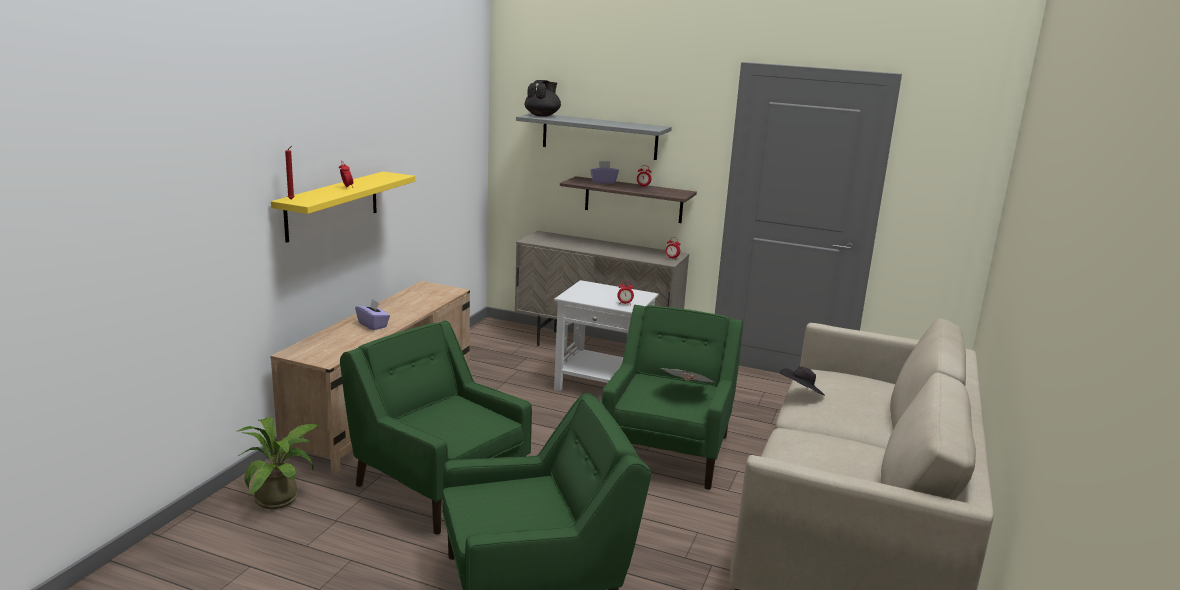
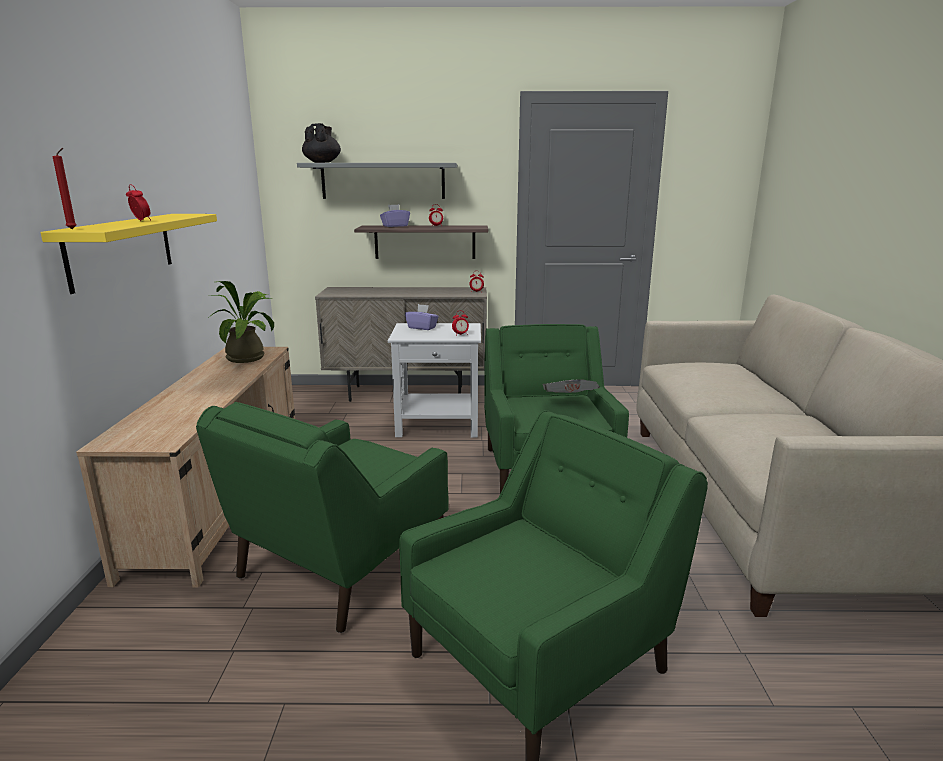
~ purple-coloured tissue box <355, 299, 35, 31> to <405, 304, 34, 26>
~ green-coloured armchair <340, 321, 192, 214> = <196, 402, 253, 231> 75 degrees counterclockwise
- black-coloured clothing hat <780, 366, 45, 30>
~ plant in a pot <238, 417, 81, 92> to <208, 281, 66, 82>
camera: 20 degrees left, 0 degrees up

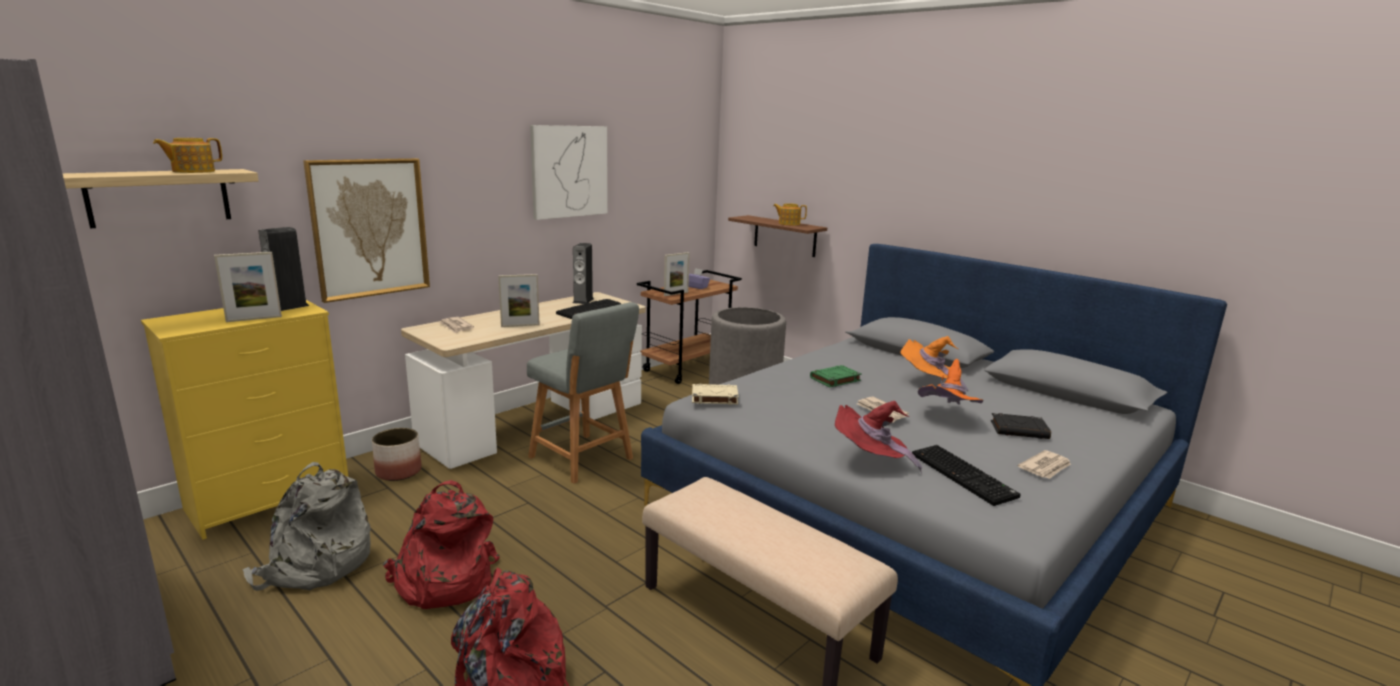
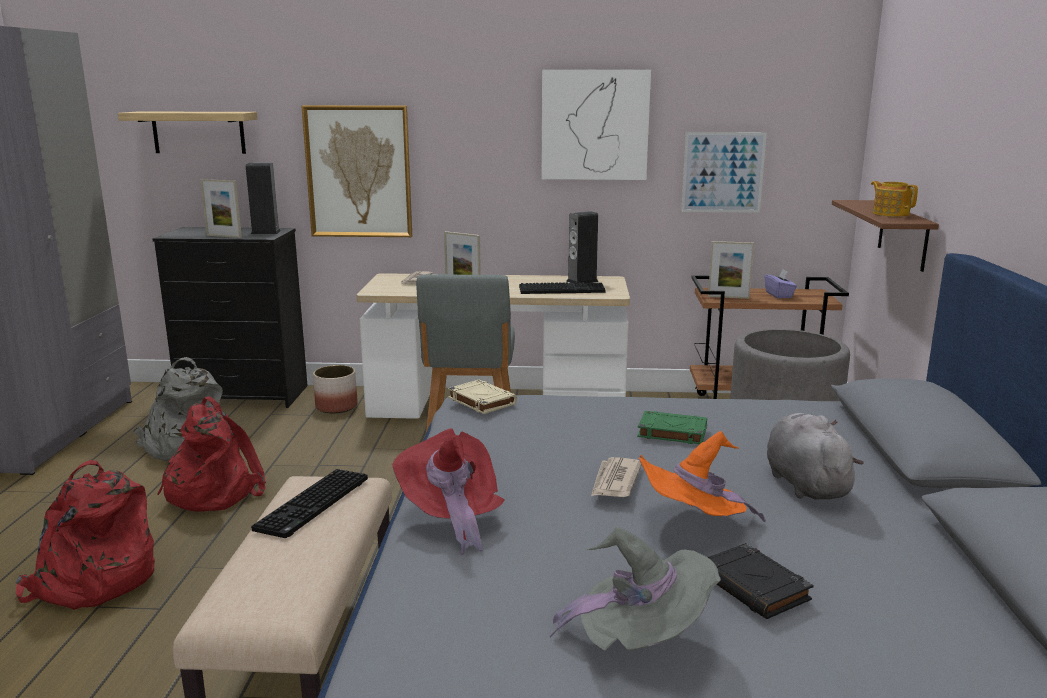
- teapot <153, 138, 69, 35>
~ yellowish chest of drawers <141, 300, 207, 240> to black-coloured chest of drawers <153, 227, 155, 181>
~ orangey clothing hat <900, 336, 68, 55> to grey plush toy <767, 413, 97, 87>
~ computer keyboard <912, 445, 108, 61> to <251, 469, 117, 69>
~ newspaper <1018, 450, 53, 29> to grey clothing hat <550, 527, 171, 124>
+ wall art <681, 132, 86, 81>
camera: 50 degrees right, 0 degrees up

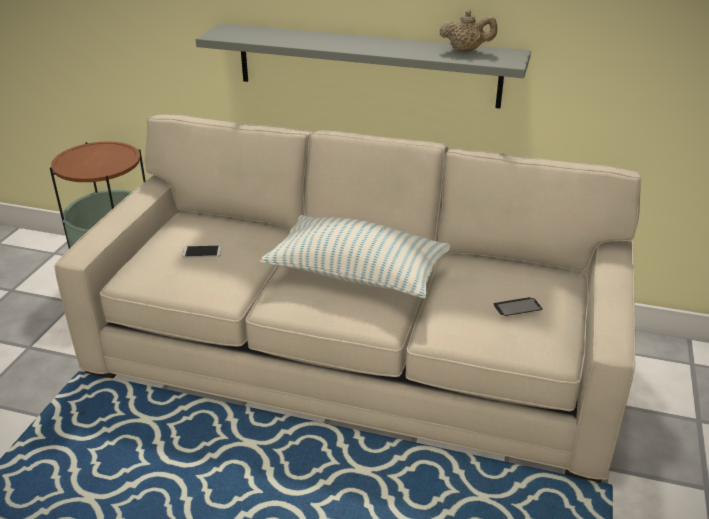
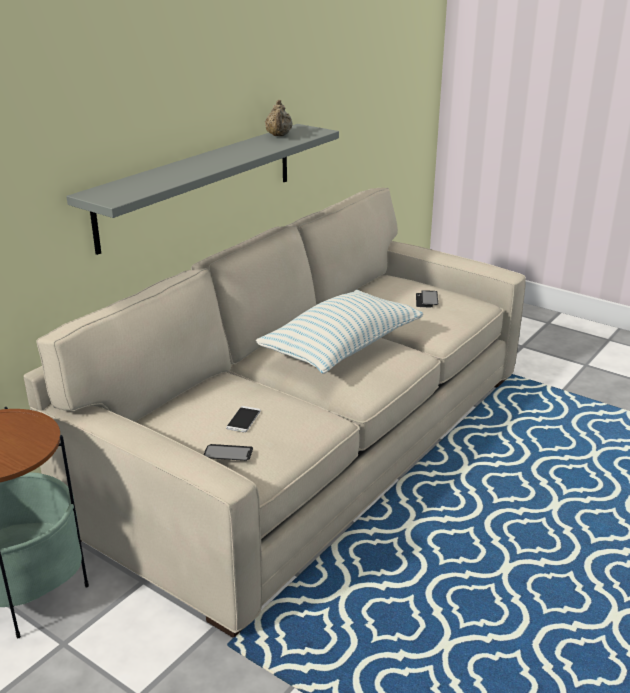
~ sand-coloured teapot <439, 10, 58, 42> = <265, 100, 28, 36> 150 degrees clockwise
+ phone <204, 444, 49, 17>
camera: 70 degrees left, 5 degrees down

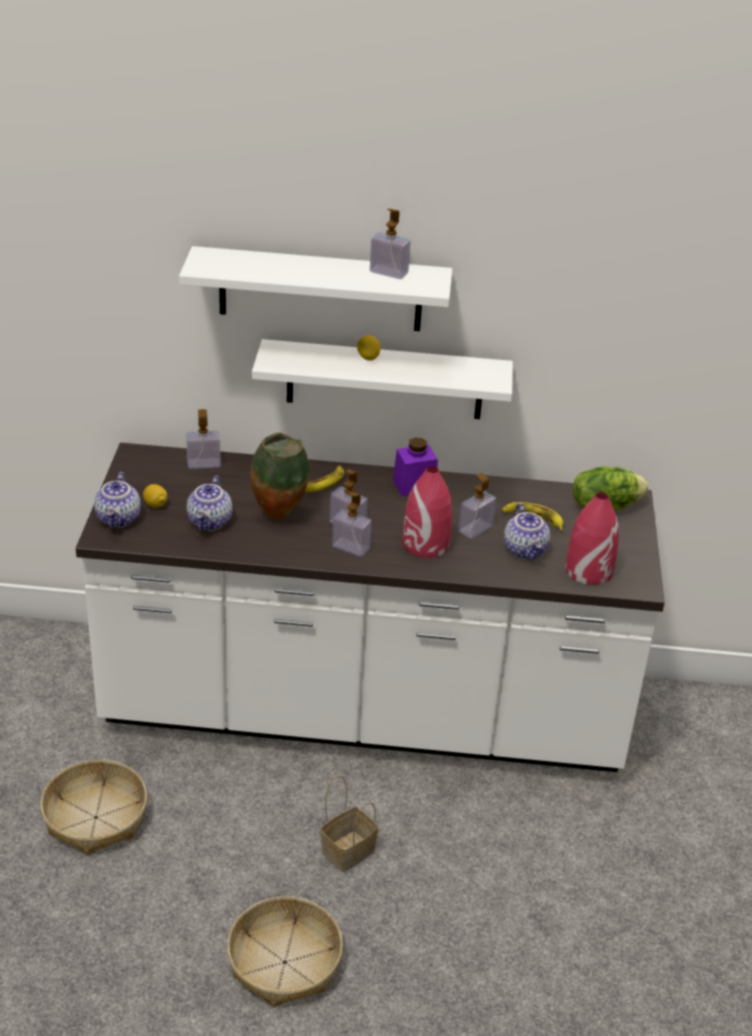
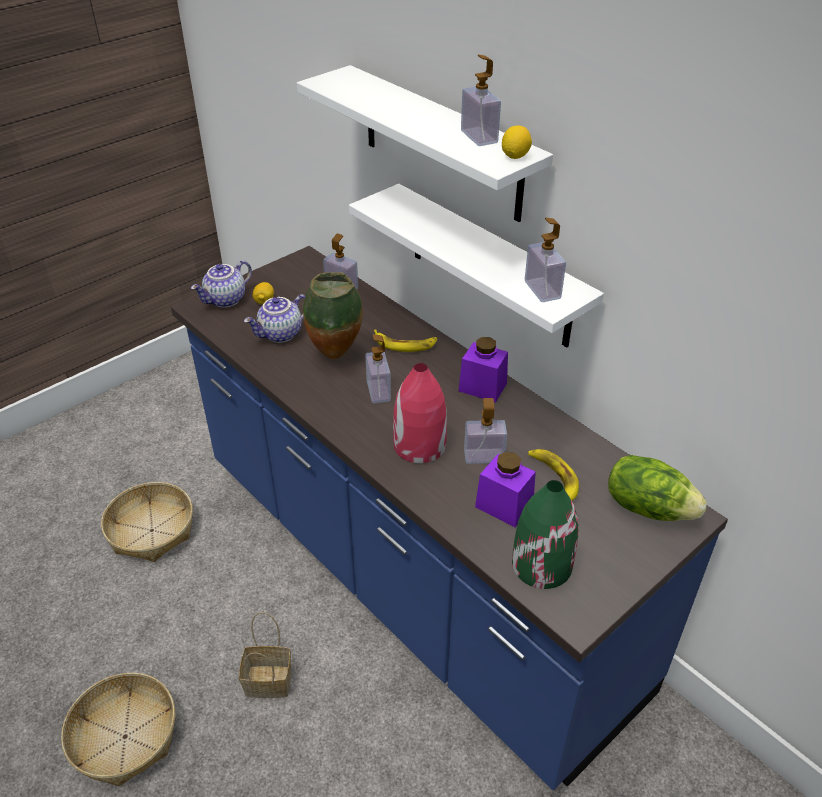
~ whole lemon <357, 335, 23, 26> to <502, 126, 30, 33>
~ white kitchen base unit <76, 443, 589, 329> to blue kitchen base unit <171, 246, 557, 544>
~ soap bottle <332, 492, 40, 65> to <525, 218, 41, 84>
~ reddish vase <565, 492, 54, 93> to green-coloured vase <512, 480, 67, 109>
~ teapot <504, 503, 46, 58> to purple-coloured preserve jar <475, 452, 61, 75>
camera: 45 degrees right, 5 degrees up

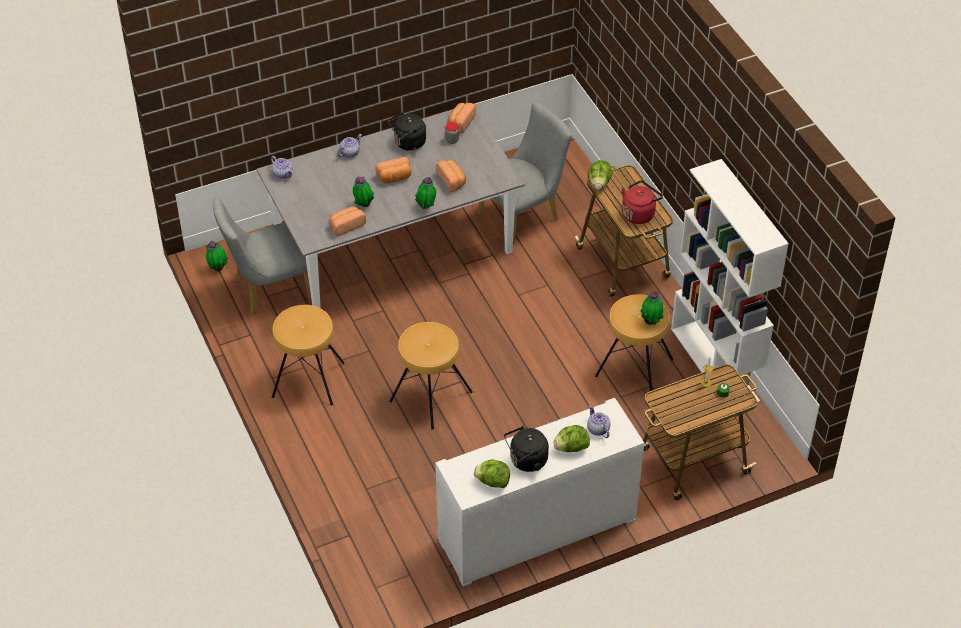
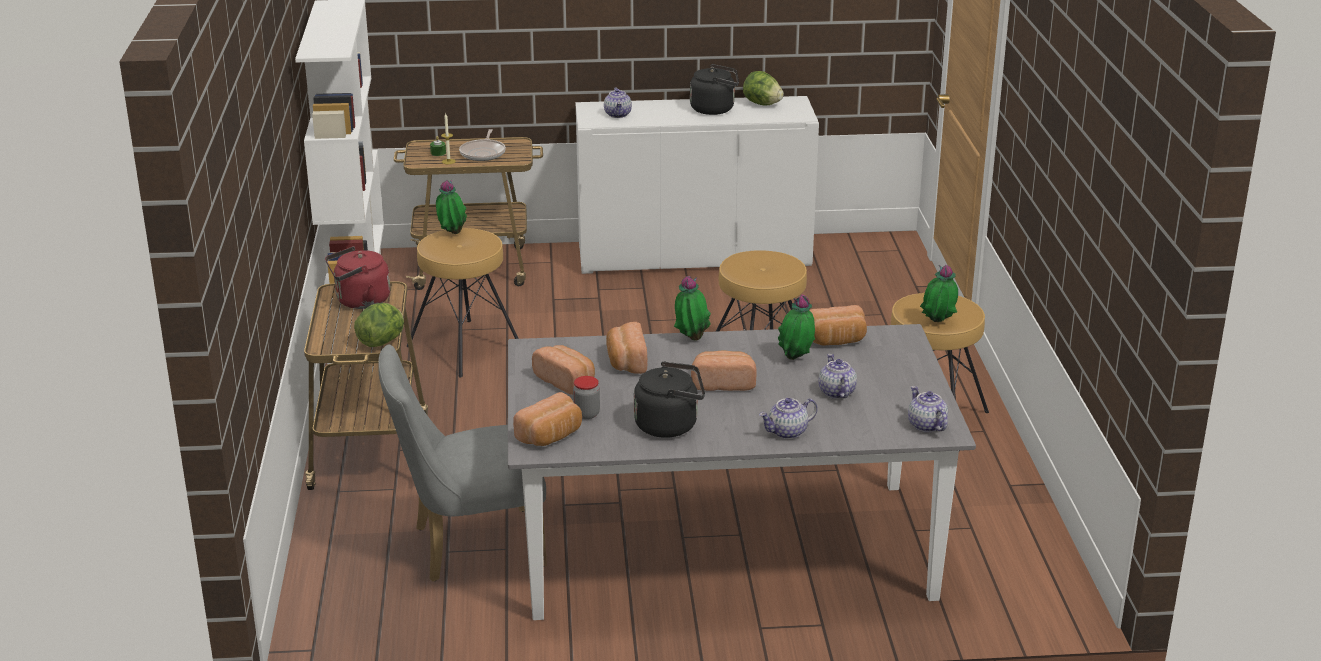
- grey chair <213, 196, 99, 119>
~ plant in a pot <206, 241, 22, 30> to <920, 265, 38, 57>
- lettuce <553, 425, 37, 27>
+ skillet <459, 129, 47, 32>
+ baked bread <532, 345, 63, 50>
+ teapot <818, 354, 39, 45>
camera: 160 degrees left, 20 degrees down

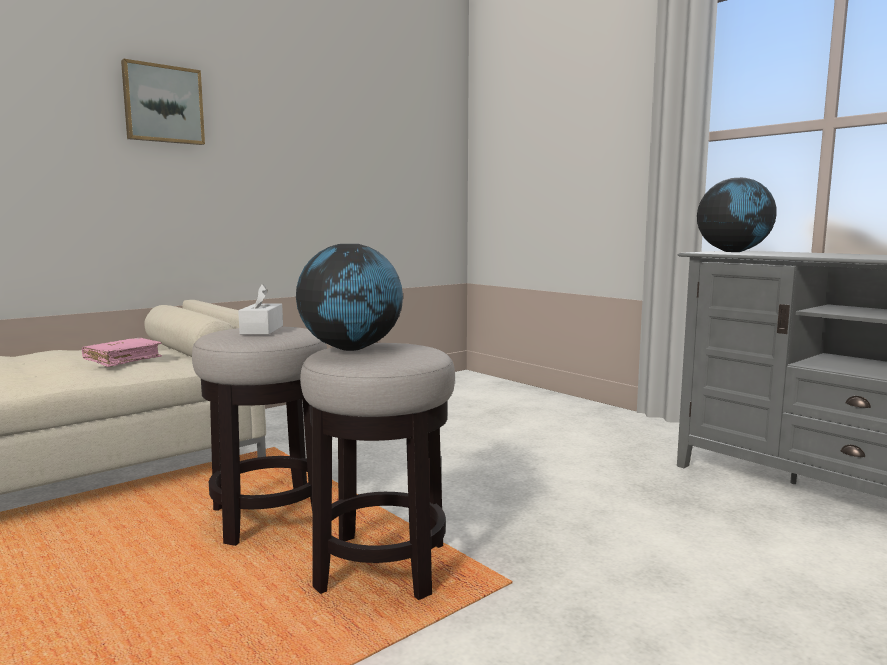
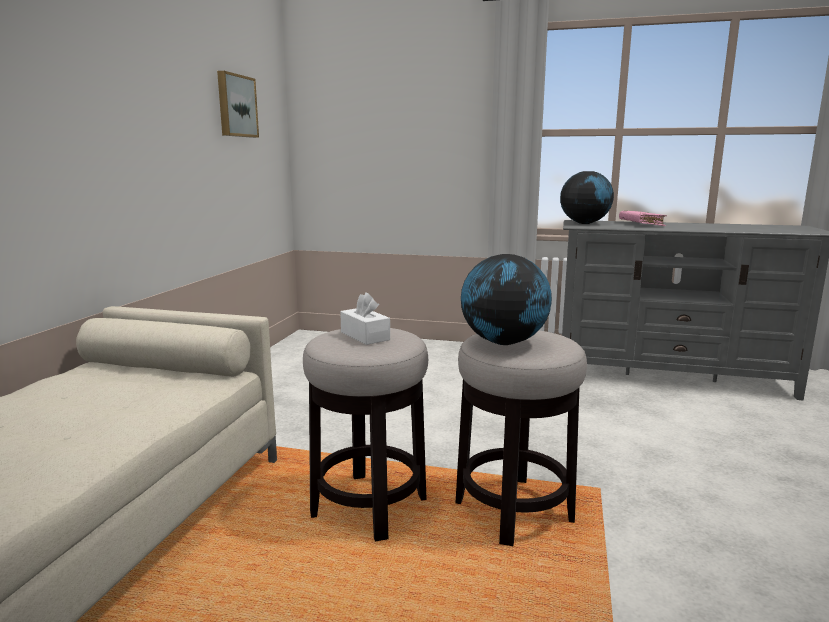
~ wall art <121, 59, 84, 86> to <217, 71, 42, 67>
~ pink-coloured volume <82, 337, 80, 30> to <619, 211, 48, 15>
camera: 35 degrees left, 5 degrees up

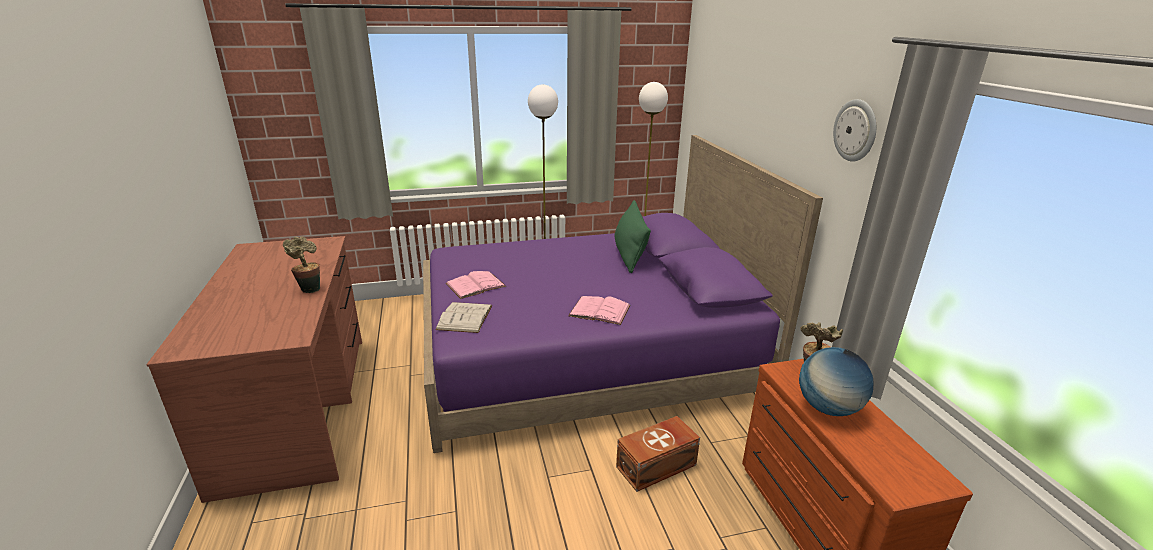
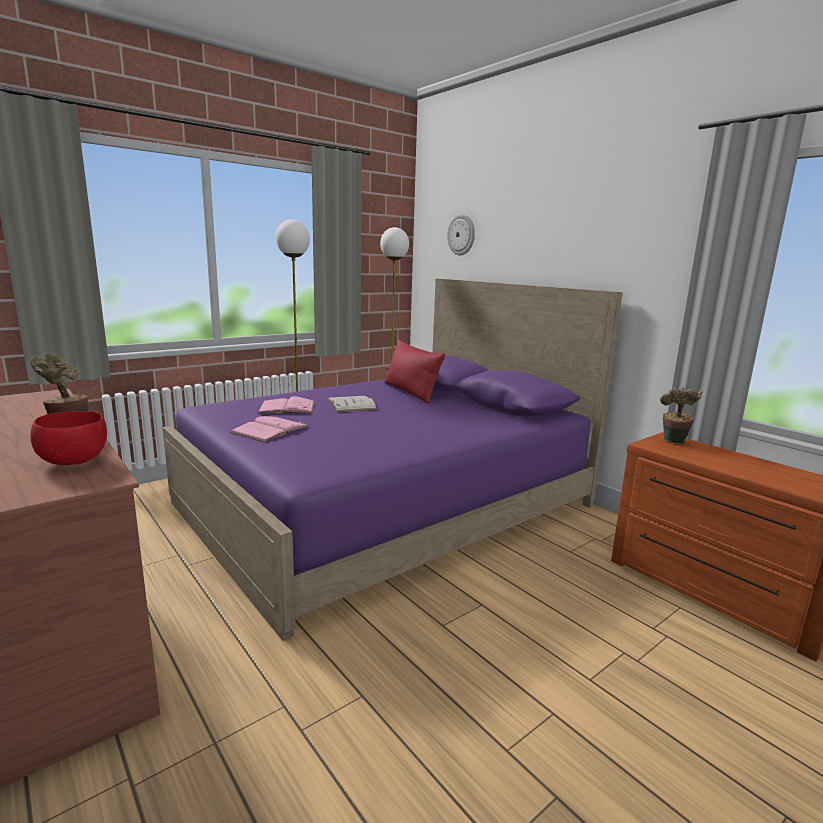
~ wall clock <833, 99, 43, 63> to <447, 214, 28, 41>
~ green-coloured pillow <615, 200, 36, 73> to reddish pillow <384, 340, 61, 64>
~ pink-coloured volume <568, 296, 62, 29> to <257, 396, 58, 18>
~ white volume <435, 302, 57, 31> to <327, 396, 51, 16>
- world globe <799, 347, 74, 69>
- brown storage bin <616, 416, 84, 76>
+ reddish deep dish <30, 411, 77, 54>
camera: 25 degrees left, 10 degrees down

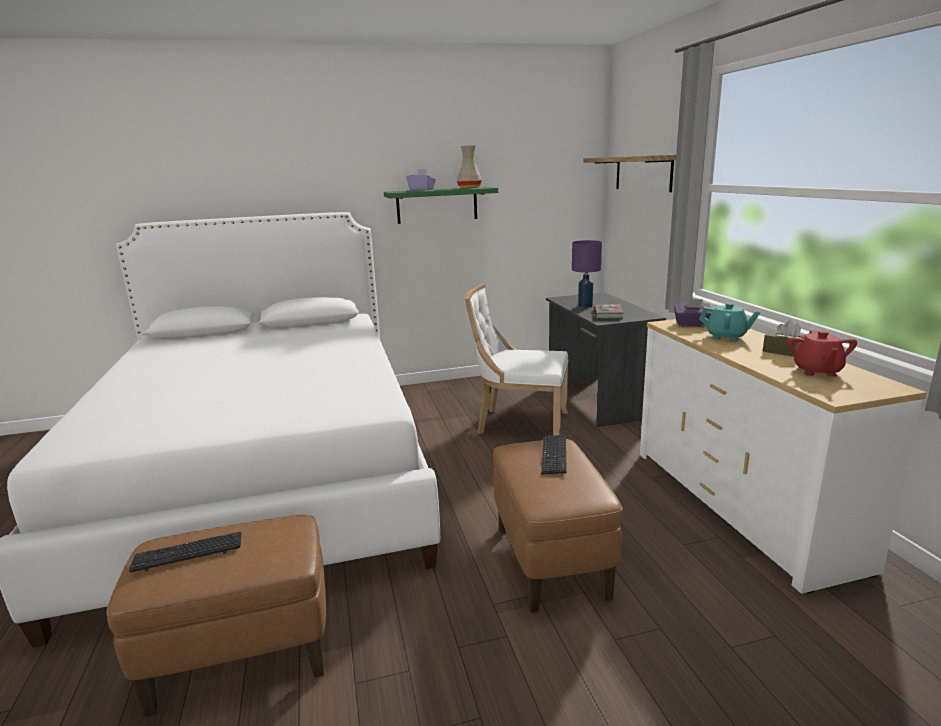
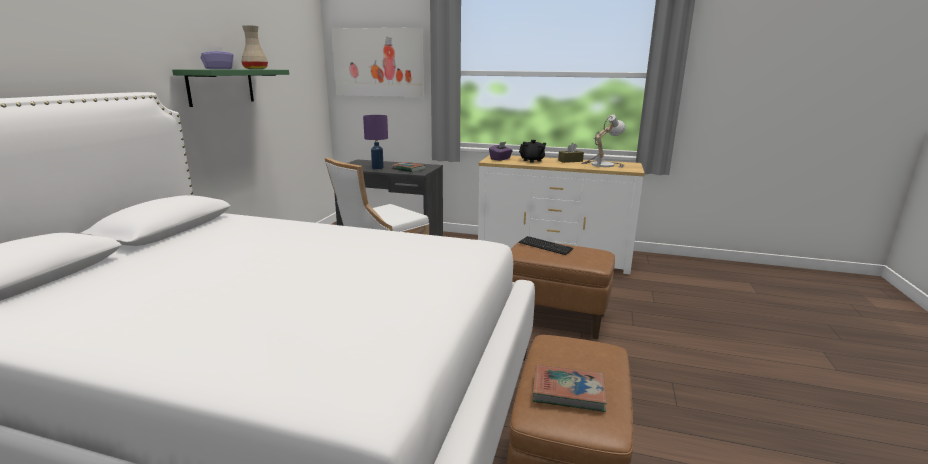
~ bracket shelf <584, 155, 92, 37> to wall art <331, 27, 93, 71>
~ blue-green teapot <699, 303, 61, 38> to black-coloured teapot <519, 140, 27, 23>
~ reddish teapot <787, 330, 70, 47> to tabletop lamp <581, 114, 45, 54>
~ computer keyboard <129, 532, 112, 41> to volume <533, 365, 74, 47>
camera: 60 degrees left, 0 degrees up

